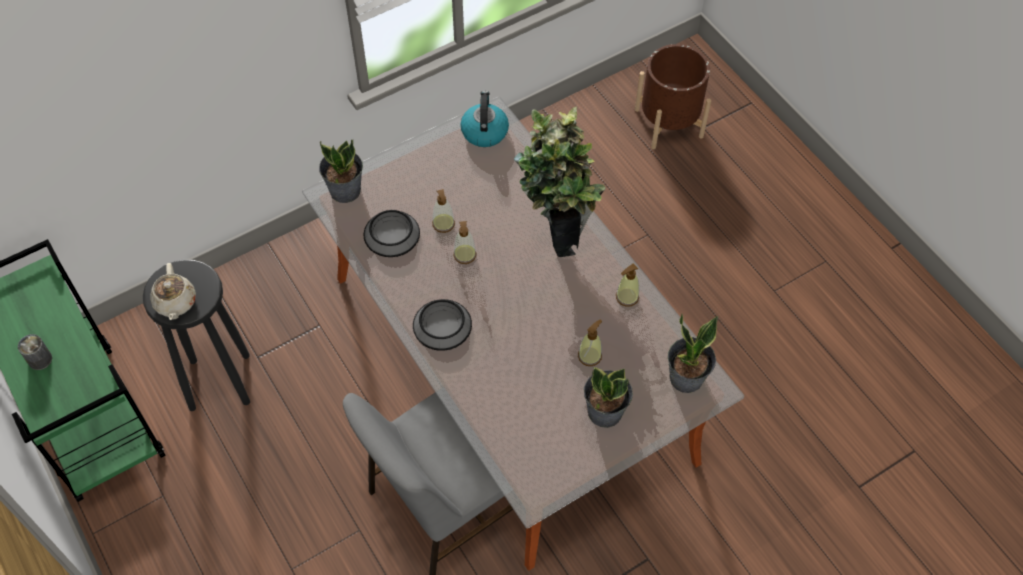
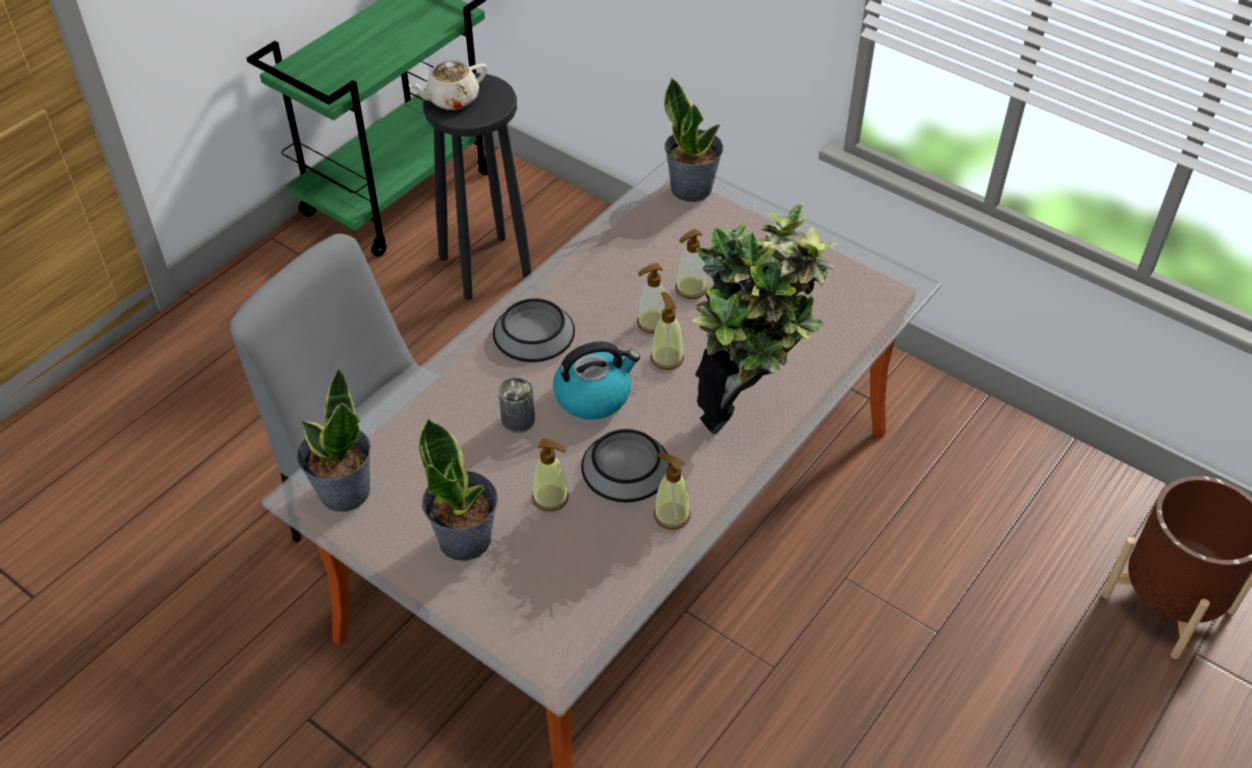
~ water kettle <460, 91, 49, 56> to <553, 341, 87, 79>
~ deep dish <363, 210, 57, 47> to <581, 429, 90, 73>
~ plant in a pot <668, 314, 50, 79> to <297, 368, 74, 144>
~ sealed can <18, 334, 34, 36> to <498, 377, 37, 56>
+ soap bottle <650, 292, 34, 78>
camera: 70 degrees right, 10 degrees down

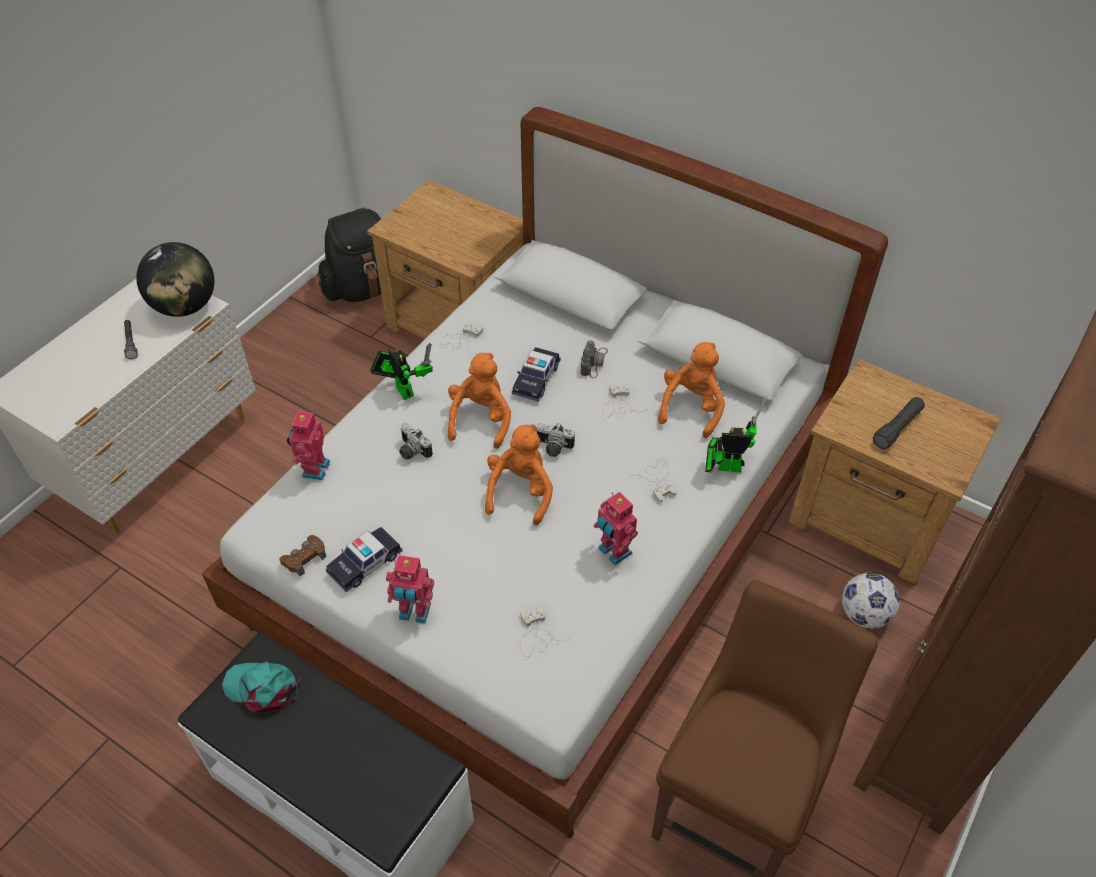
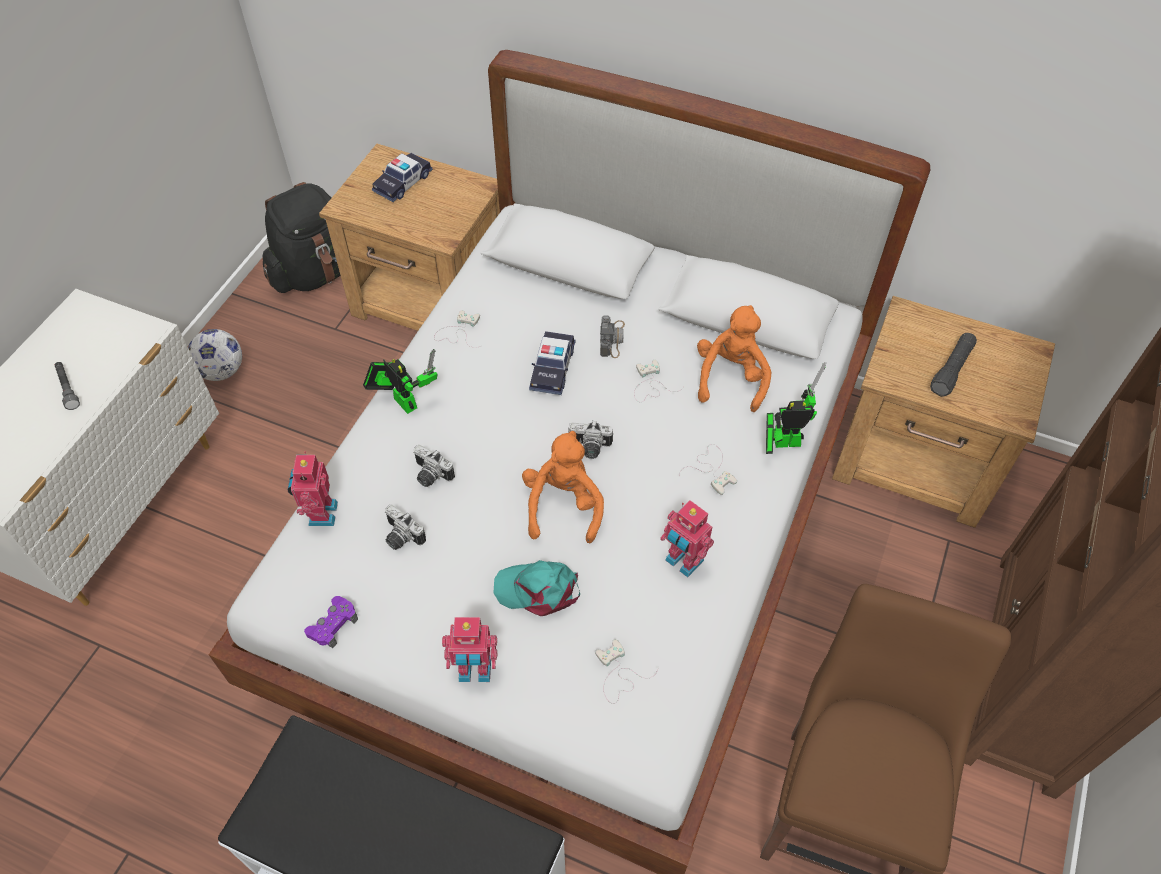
- world globe <136, 242, 78, 75>
- orangey plush toy <448, 352, 63, 97>
~ toy car <326, 527, 77, 65> to <372, 153, 61, 49>
~ brown game controller <279, 535, 47, 41> to purple-coloured game controller <304, 596, 54, 52>
~ football <842, 573, 58, 56> to <188, 329, 54, 52>
~ blue-green baseball cap <222, 661, 78, 52> to <493, 560, 87, 56>
+ photo camera <385, 505, 41, 45>
camera: 10 degrees left, 5 degrees up

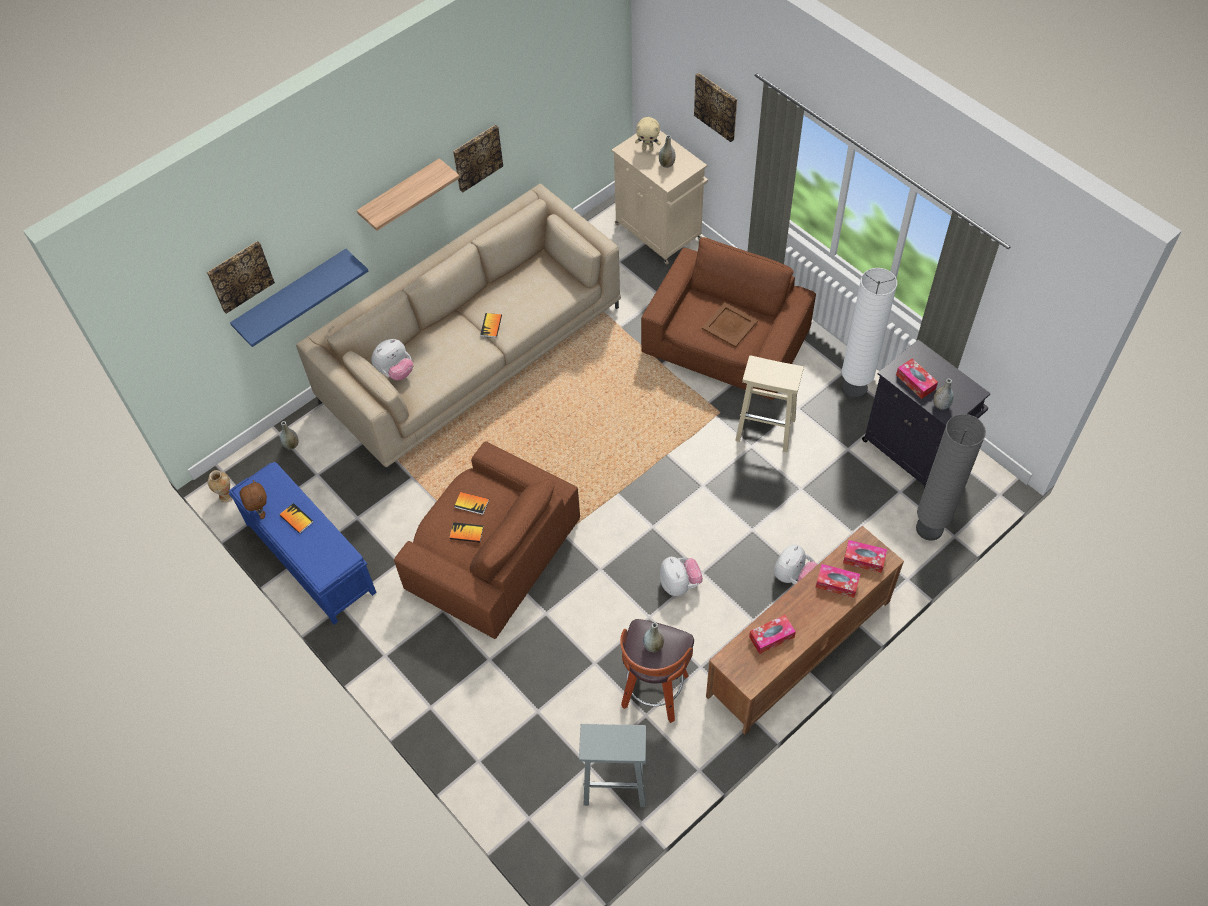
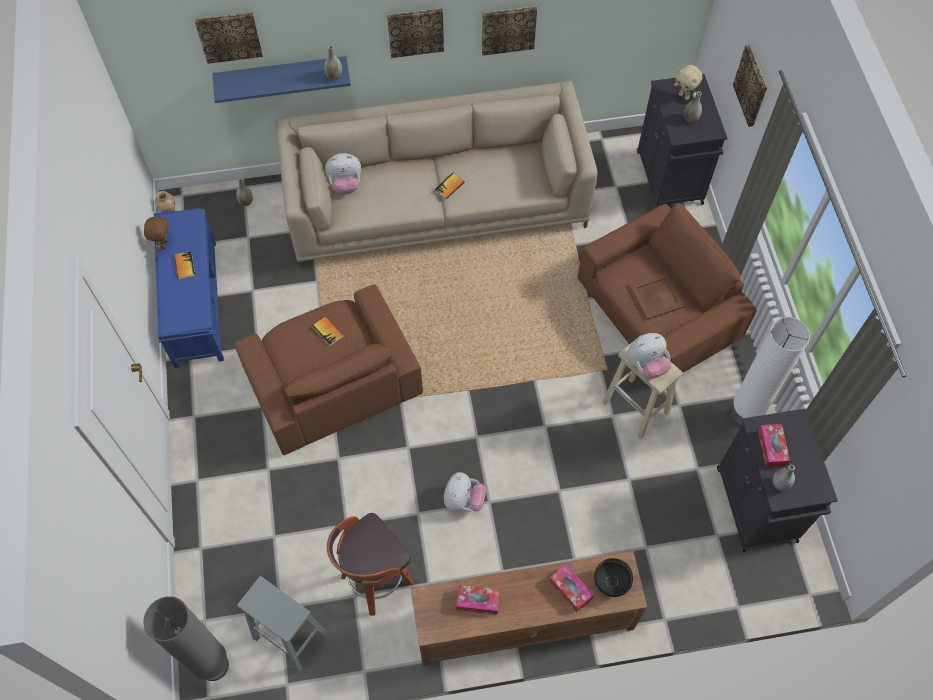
~ sand-coloured cabinet <612, 130, 96, 135> to black-coloured cabinet <637, 74, 90, 134>
~ bracket shelf <357, 158, 103, 73> to wall art <387, 8, 57, 50>
~ grey floor lamp <916, 414, 70, 127> to <143, 596, 86, 85>
- volume <450, 522, 33, 20>
~ tissue box <843, 540, 44, 33> to black-coloured deep dish <594, 558, 39, 39>
~ plush toy <774, 544, 44, 40> to <627, 333, 44, 46>
~ grey vase <643, 622, 21, 30> to <324, 45, 18, 35>
camera: 30 degrees right, 5 degrees up

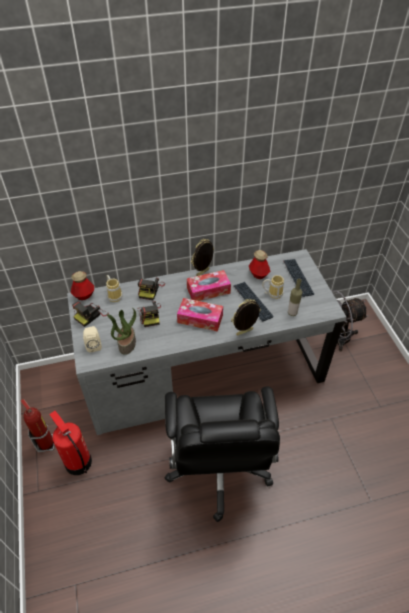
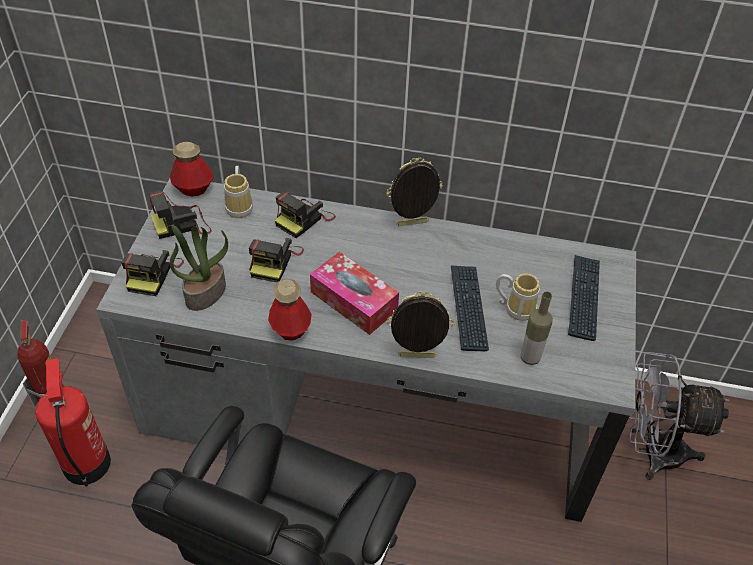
~ drink bottle <249, 250, 21, 29> to <268, 279, 43, 62>
- tissue box <187, 270, 44, 31>
~ sand-coloured speaker <83, 326, 19, 27> to photo camera <121, 250, 63, 46>
camera: 25 degrees right, 0 degrees up

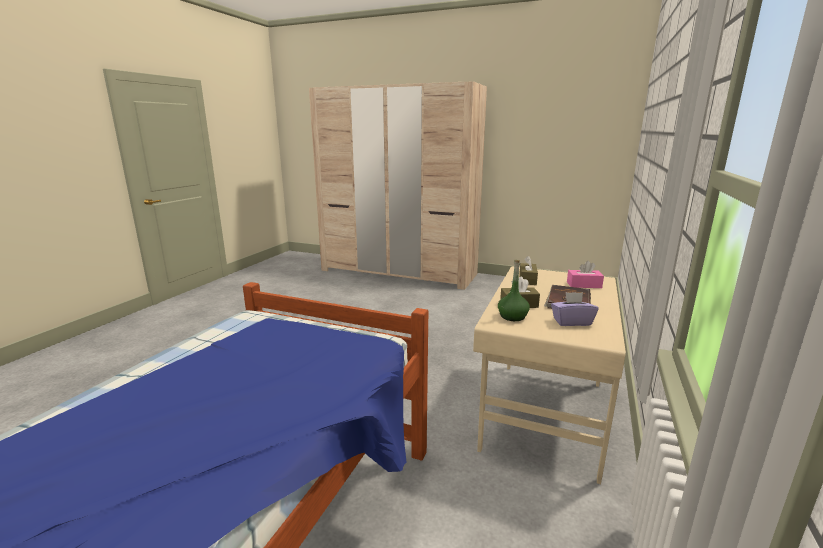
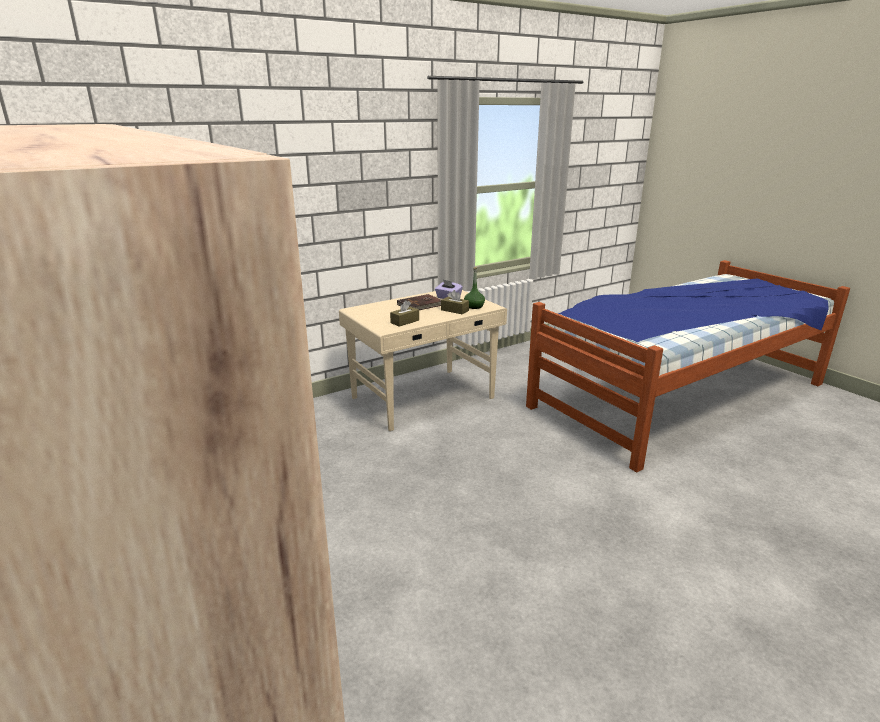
- pink-coloured tissue box <567, 261, 37, 27>
camera: 145 degrees left, 5 degrees up

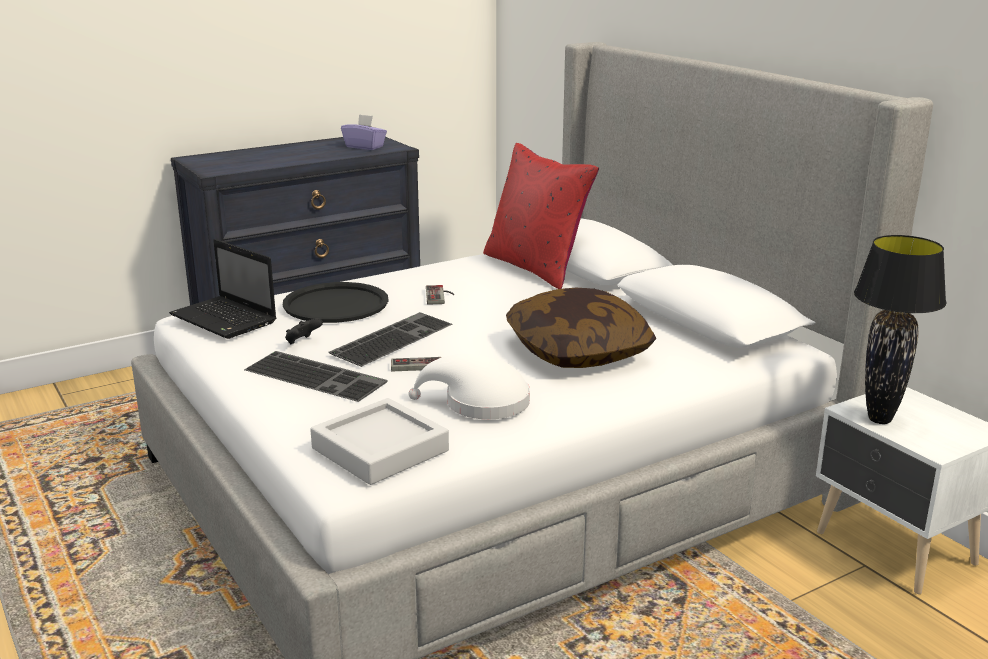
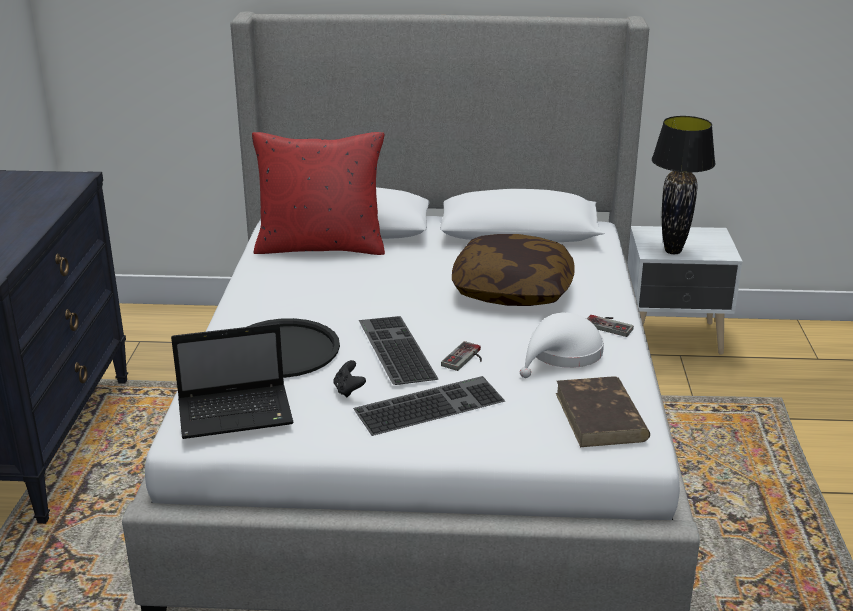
- purple-coloured tissue box <341, 114, 46, 36>
~ game controller <426, 285, 28, 20> to <587, 315, 47, 22>
~ grey tray <310, 398, 139, 87> to brown volume <556, 376, 94, 71>
camera: 55 degrees left, 5 degrees up

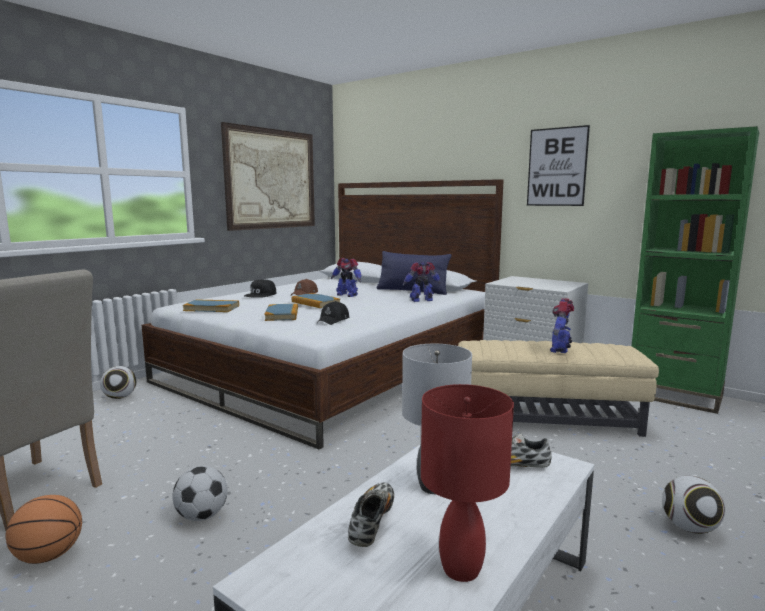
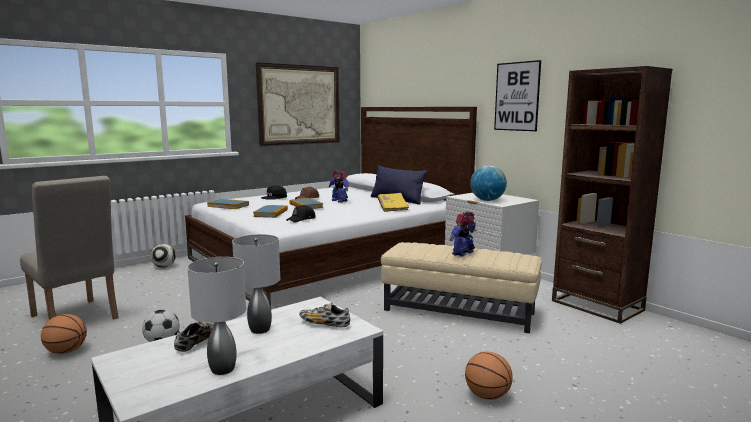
~ green-coloured shelving unit <632, 126, 127, 288> to brown shelving unit <552, 66, 121, 258>
~ robot figure <403, 262, 37, 40> to yellowish volume <377, 193, 32, 19>
~ reddish tabletop lamp <421, 384, 93, 198> to grey tabletop lamp <187, 257, 59, 118>
~ football <662, 476, 63, 58> to basketball ball <465, 352, 48, 48>
+ world globe <470, 165, 37, 36>
camera: 15 degrees right, 0 degrees up

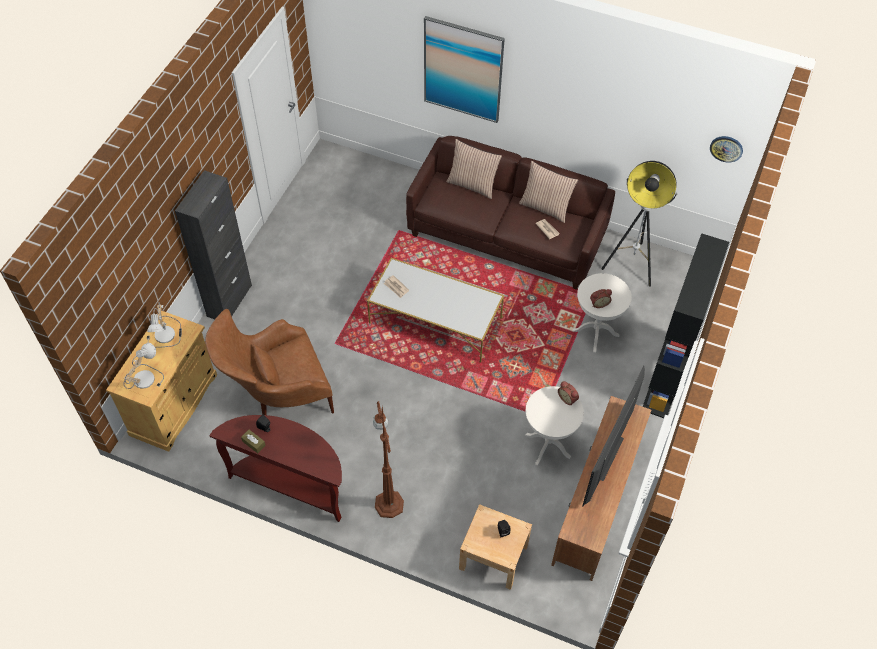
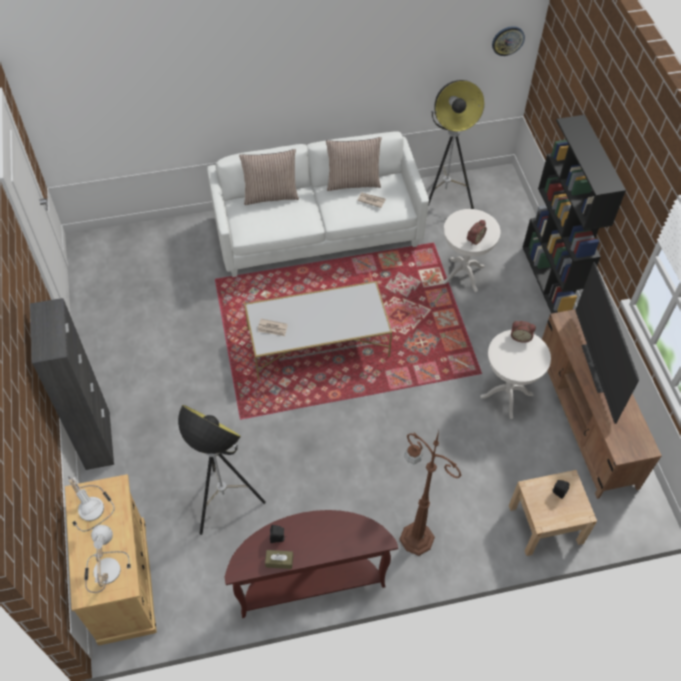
- wall art <424, 16, 81, 107>
~ brown couch <406, 136, 209, 154> to white couch <207, 131, 222, 146>
~ brown armchair <205, 309, 129, 106> to floor lamp <178, 405, 88, 130>
camera: 35 degrees left, 0 degrees up

